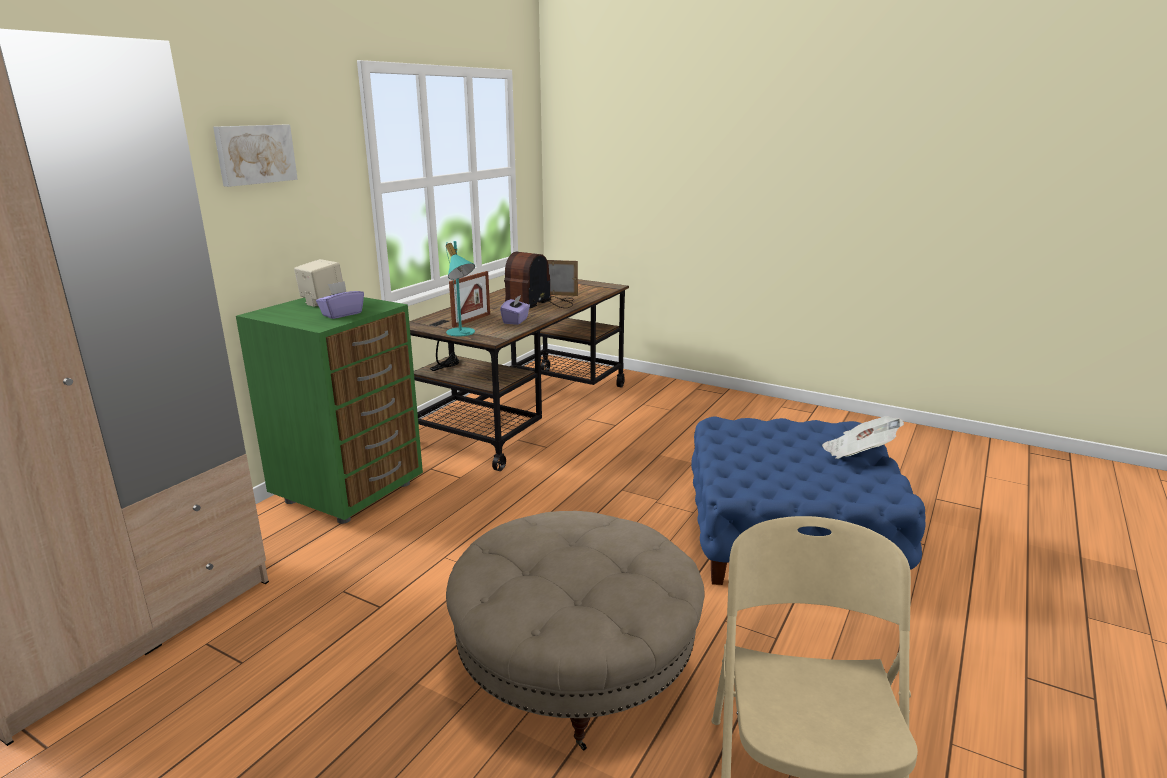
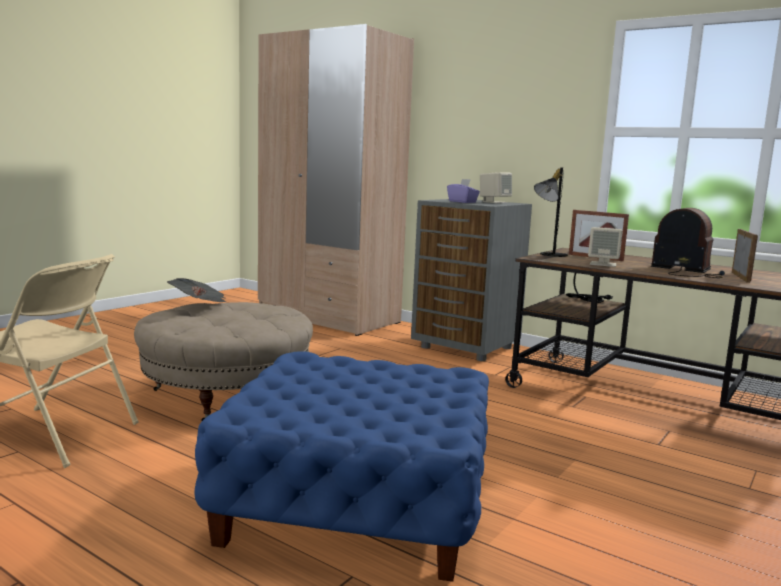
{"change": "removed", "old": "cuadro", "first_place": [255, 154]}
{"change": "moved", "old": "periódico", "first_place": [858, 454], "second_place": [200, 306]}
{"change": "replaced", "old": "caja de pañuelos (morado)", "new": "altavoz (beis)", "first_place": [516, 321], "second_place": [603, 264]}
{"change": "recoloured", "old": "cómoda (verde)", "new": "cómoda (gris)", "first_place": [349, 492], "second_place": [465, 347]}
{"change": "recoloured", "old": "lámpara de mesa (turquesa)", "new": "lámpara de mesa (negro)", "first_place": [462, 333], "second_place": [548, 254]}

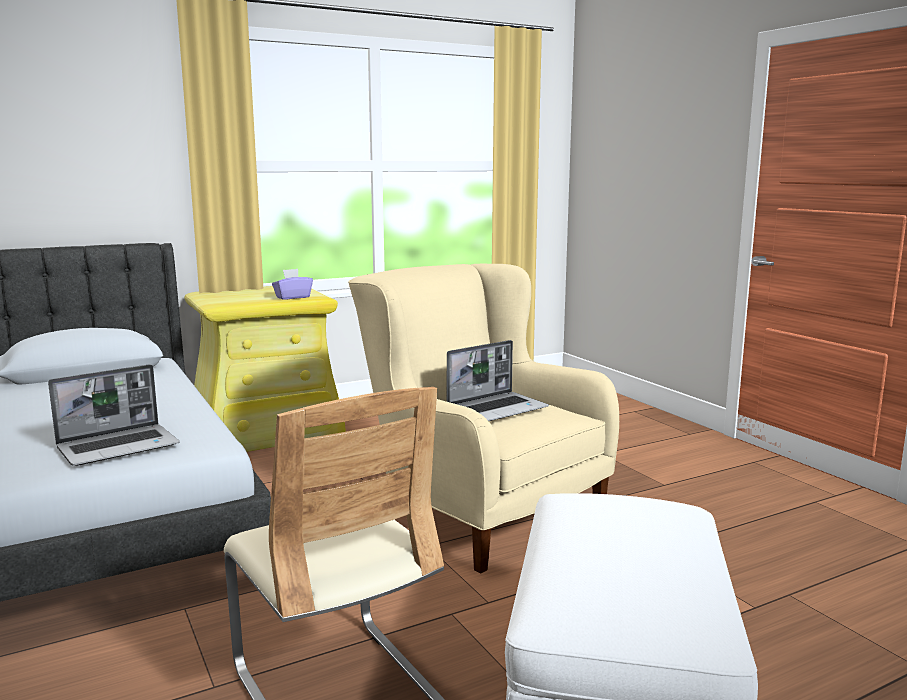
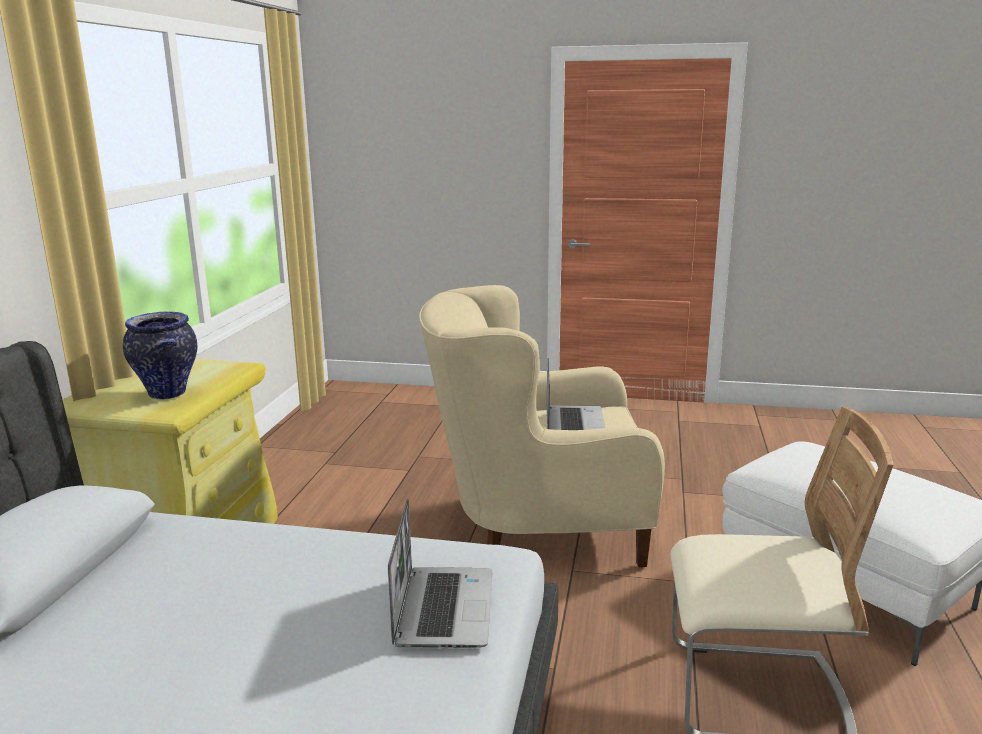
{"change": "removed", "old": "caja de pañuelos (morado)", "first_place": [292, 297]}
{"change": "added", "new": "florero", "second_place": [168, 394]}

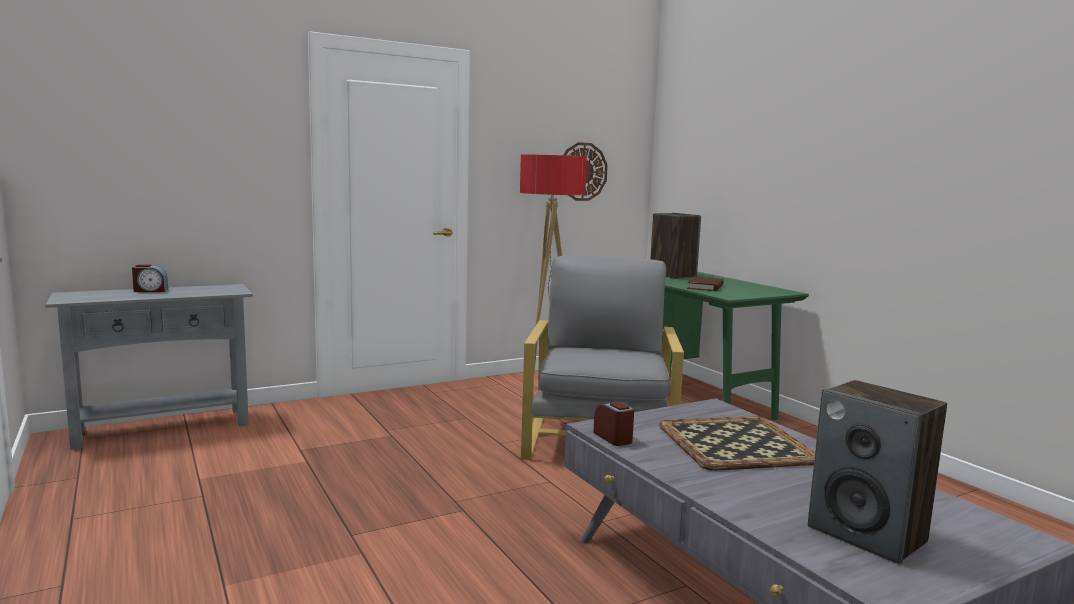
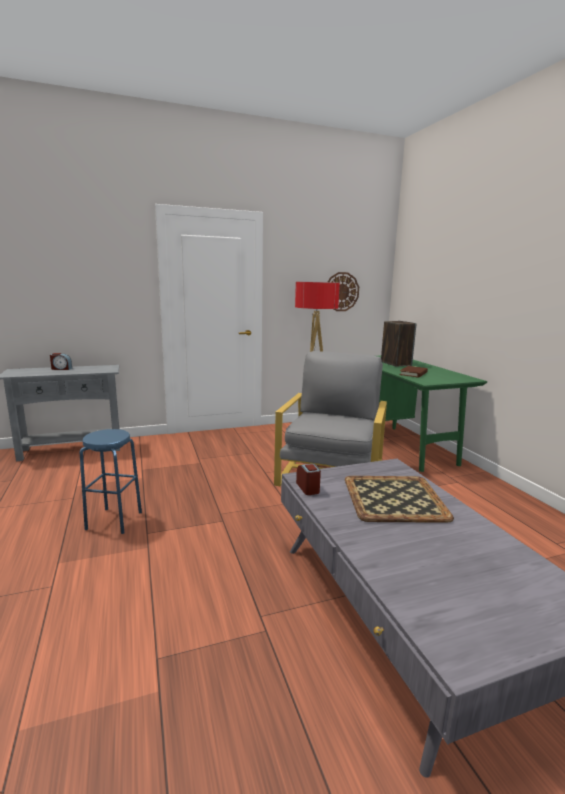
{"change": "removed", "old": "altavoz", "first_place": [868, 535]}
{"change": "added", "new": "taburete (azul)", "second_place": [114, 520]}

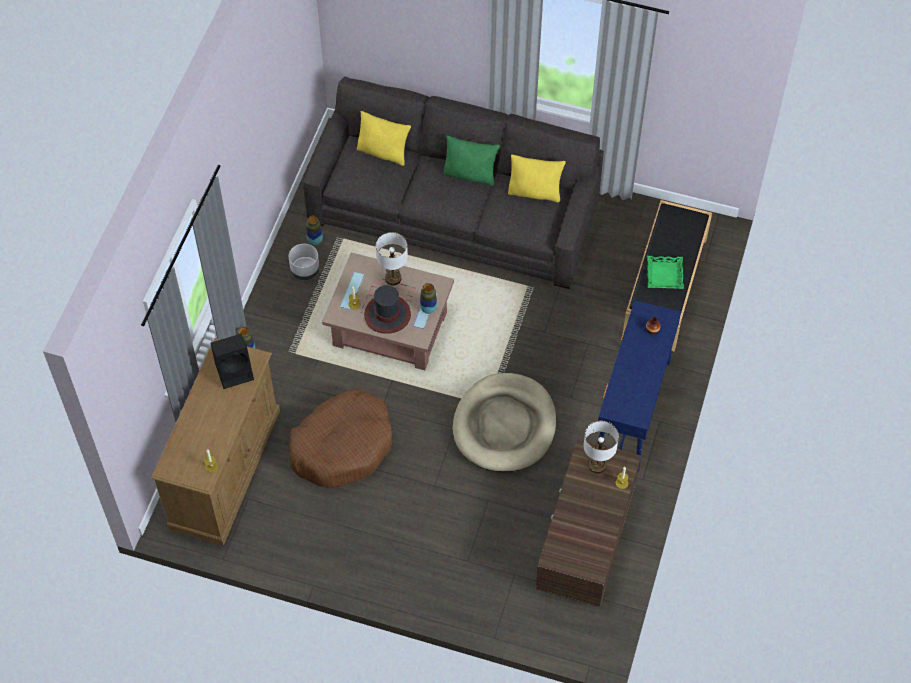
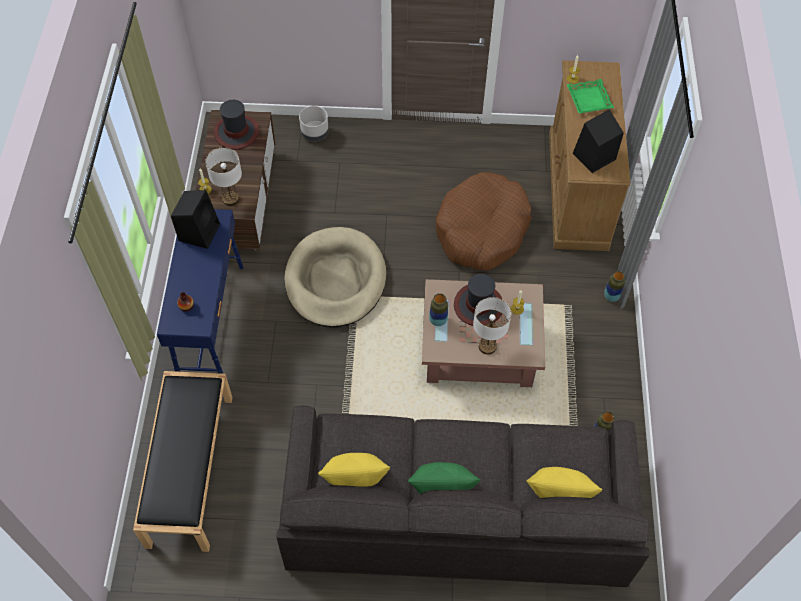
{"change": "added", "new": "altavoz (negro)", "second_place": [199, 231]}
{"change": "added", "new": "sombrero", "second_place": [236, 132]}
{"change": "moved", "old": "maceta (gris)", "first_place": [305, 270], "second_place": [315, 133]}
{"change": "moved", "old": "bandeja (verde)", "first_place": [664, 274], "second_place": [589, 99]}

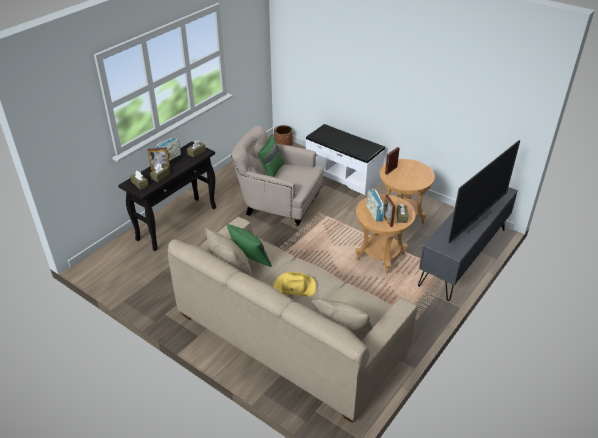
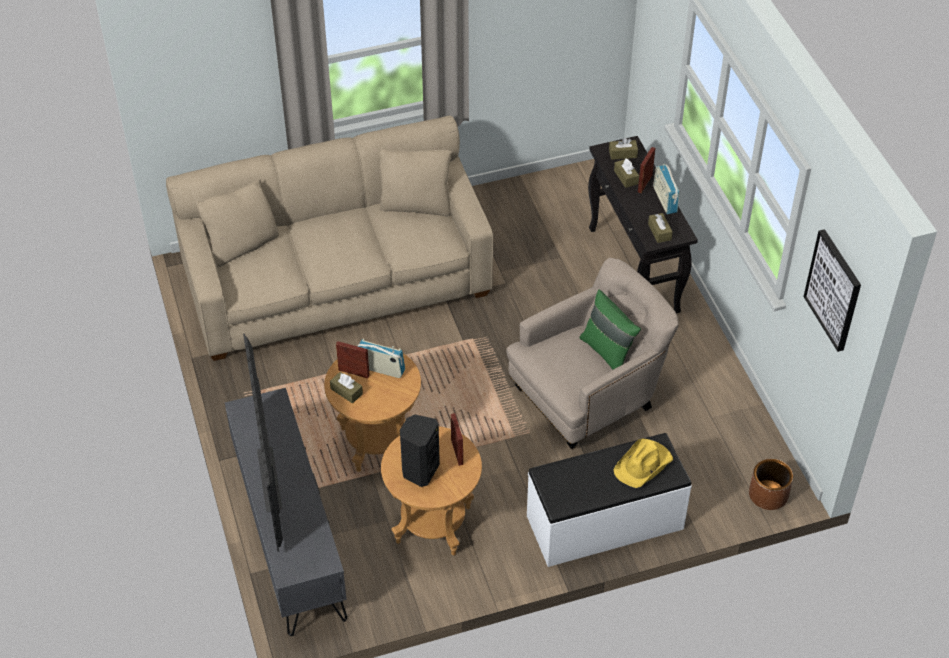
{"change": "removed", "old": "cojín (verde)", "first_place": [250, 261]}
{"change": "added", "new": "altavoz (negro)", "second_place": [419, 470]}
{"change": "added", "new": "cuadro", "second_place": [834, 290]}
{"change": "moved", "old": "sombrero (amarillo)", "first_place": [294, 287], "second_place": [643, 465]}

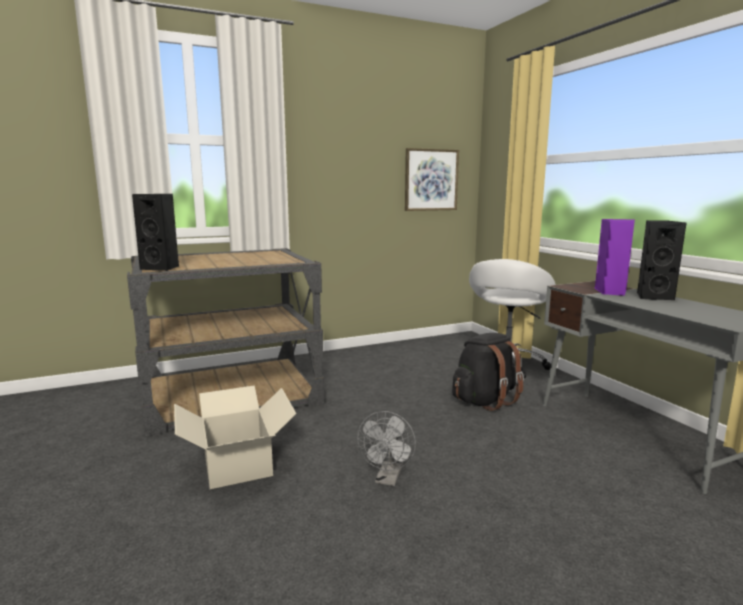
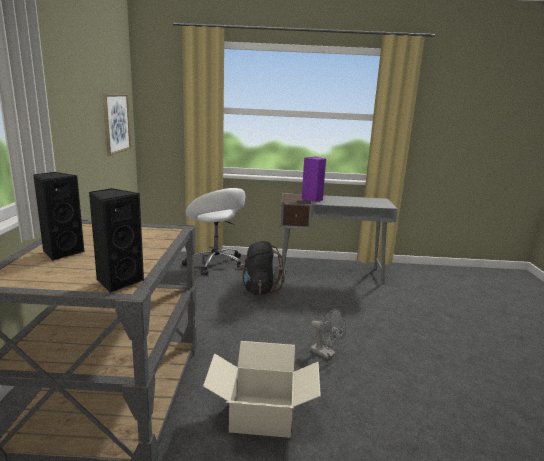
{"change": "moved", "old": "altavoz (negro)", "first_place": [653, 296], "second_place": [62, 252]}

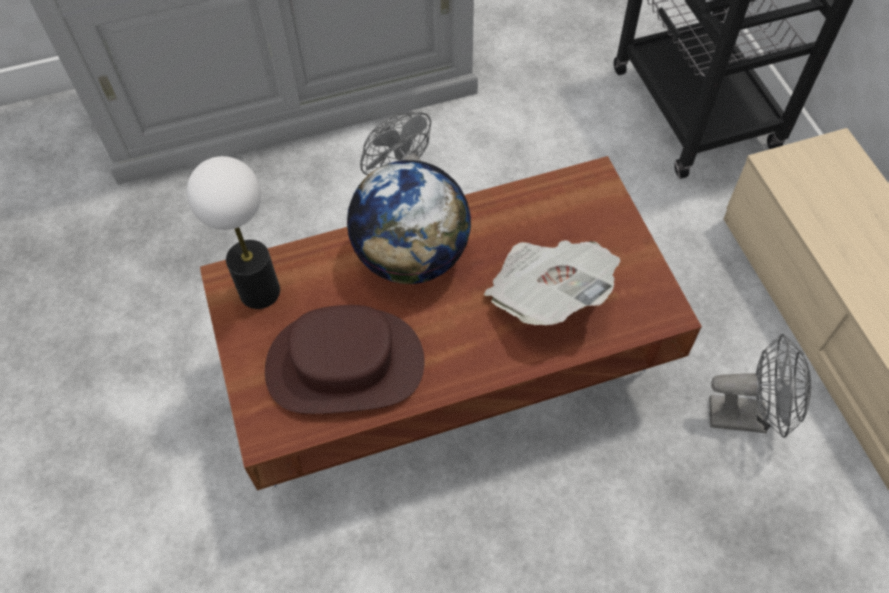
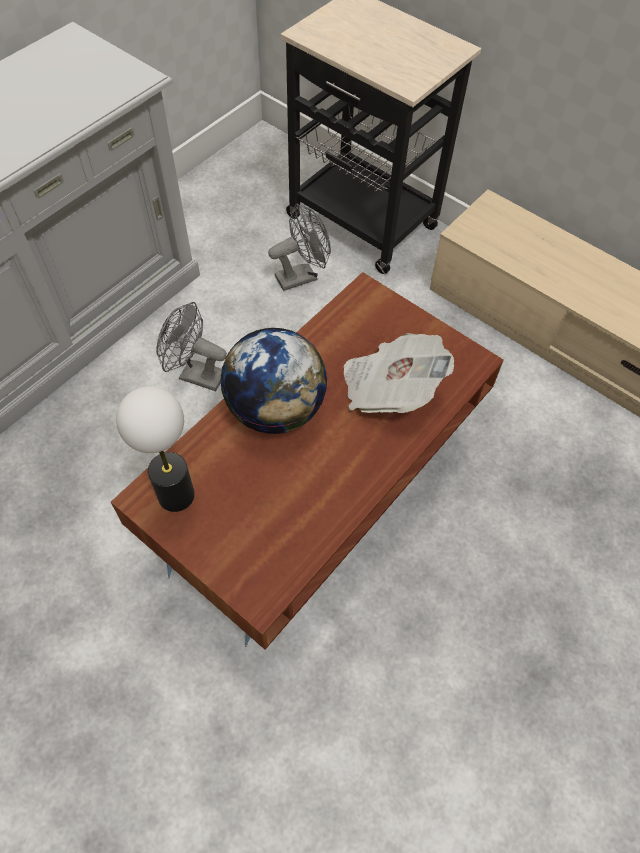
{"change": "removed", "old": "sombrero (marrón)", "first_place": [345, 365]}
{"change": "moved", "old": "ventilador (gris)", "first_place": [747, 416], "second_place": [302, 276]}

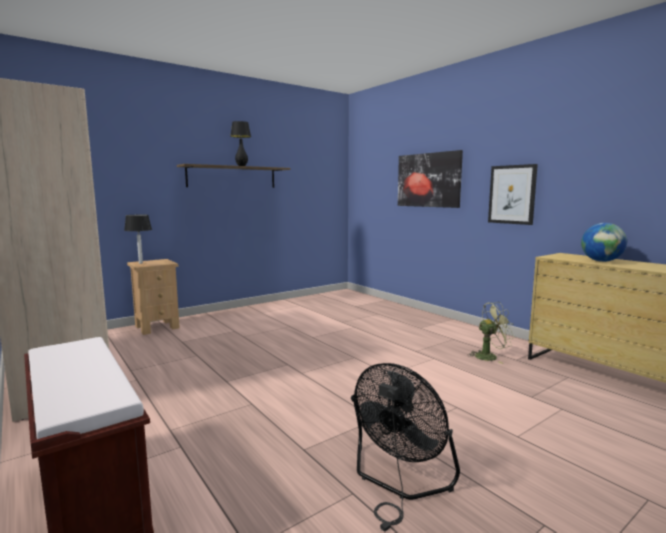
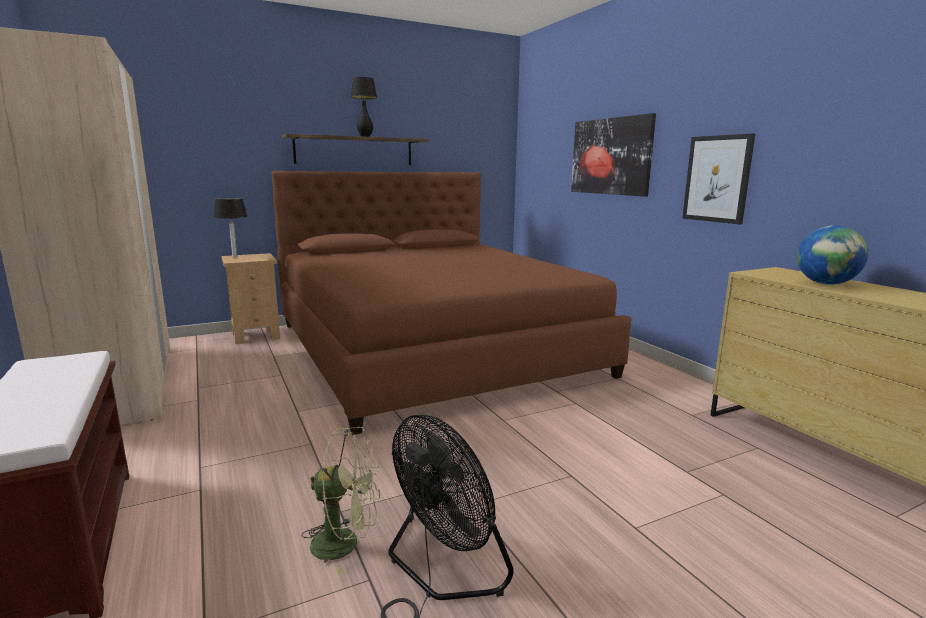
{"change": "added", "new": "cama (marrón)", "second_place": [432, 348]}
{"change": "moved", "old": "ventilador (verde)", "first_place": [490, 356], "second_place": [346, 543]}

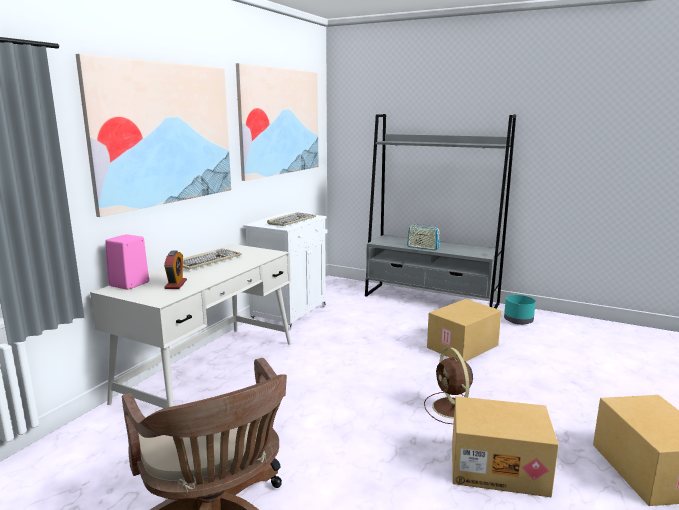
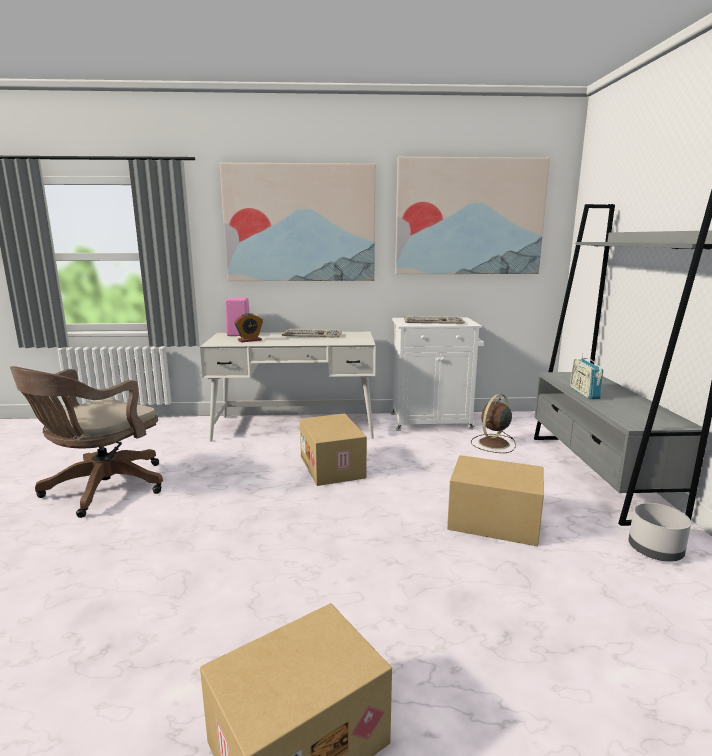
{"change": "moved", "old": "ventilador (marrón)", "first_place": [452, 409], "second_place": [493, 443]}
{"change": "moved", "old": "caja de cartón", "first_place": [498, 467], "second_place": [333, 467]}
{"change": "recoloured", "old": "maceta (turquesa)", "new": "maceta (gris)", "first_place": [518, 321], "second_place": [655, 550]}

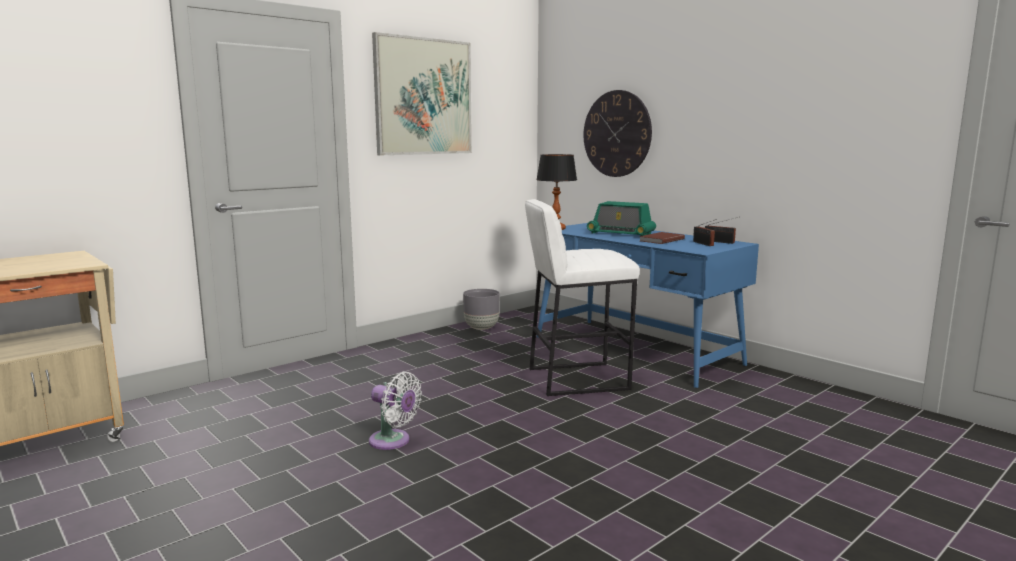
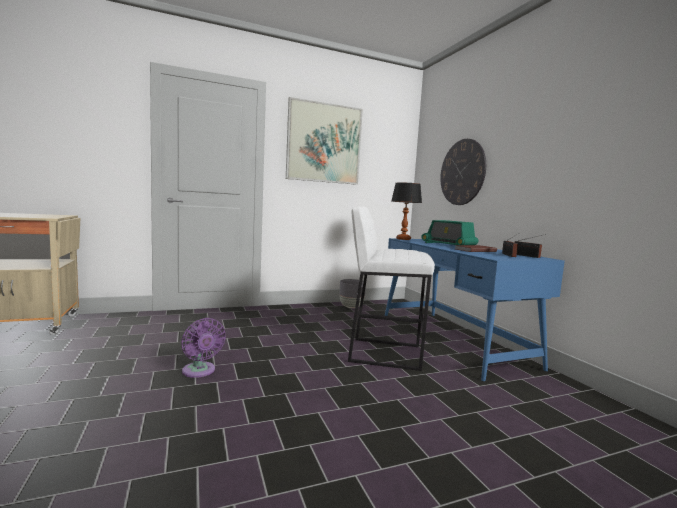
{"change": "recoloured", "old": "ventilador (blanco)", "new": "ventilador (morado)", "first_place": [393, 441], "second_place": [200, 371]}

